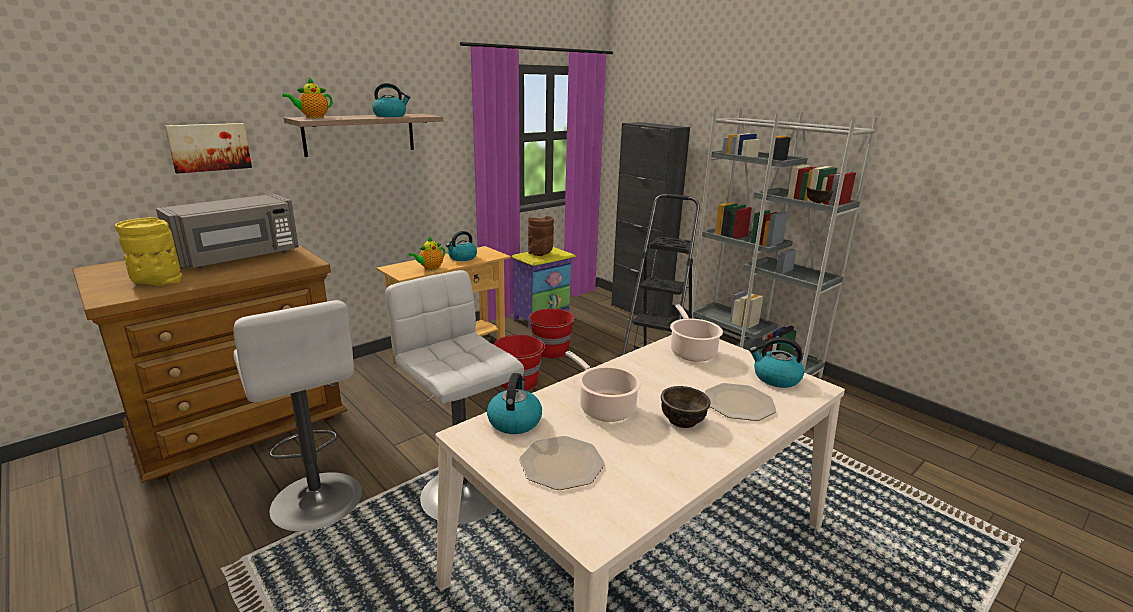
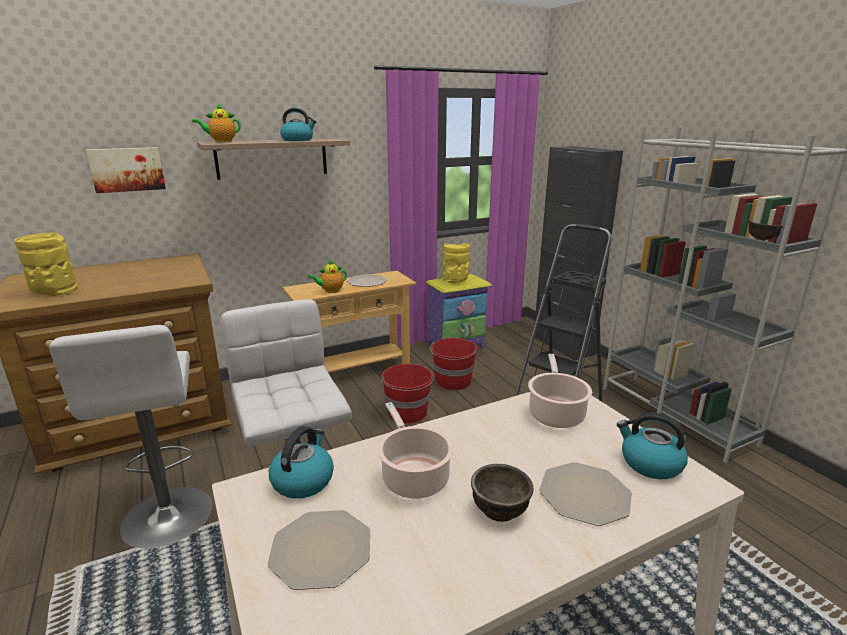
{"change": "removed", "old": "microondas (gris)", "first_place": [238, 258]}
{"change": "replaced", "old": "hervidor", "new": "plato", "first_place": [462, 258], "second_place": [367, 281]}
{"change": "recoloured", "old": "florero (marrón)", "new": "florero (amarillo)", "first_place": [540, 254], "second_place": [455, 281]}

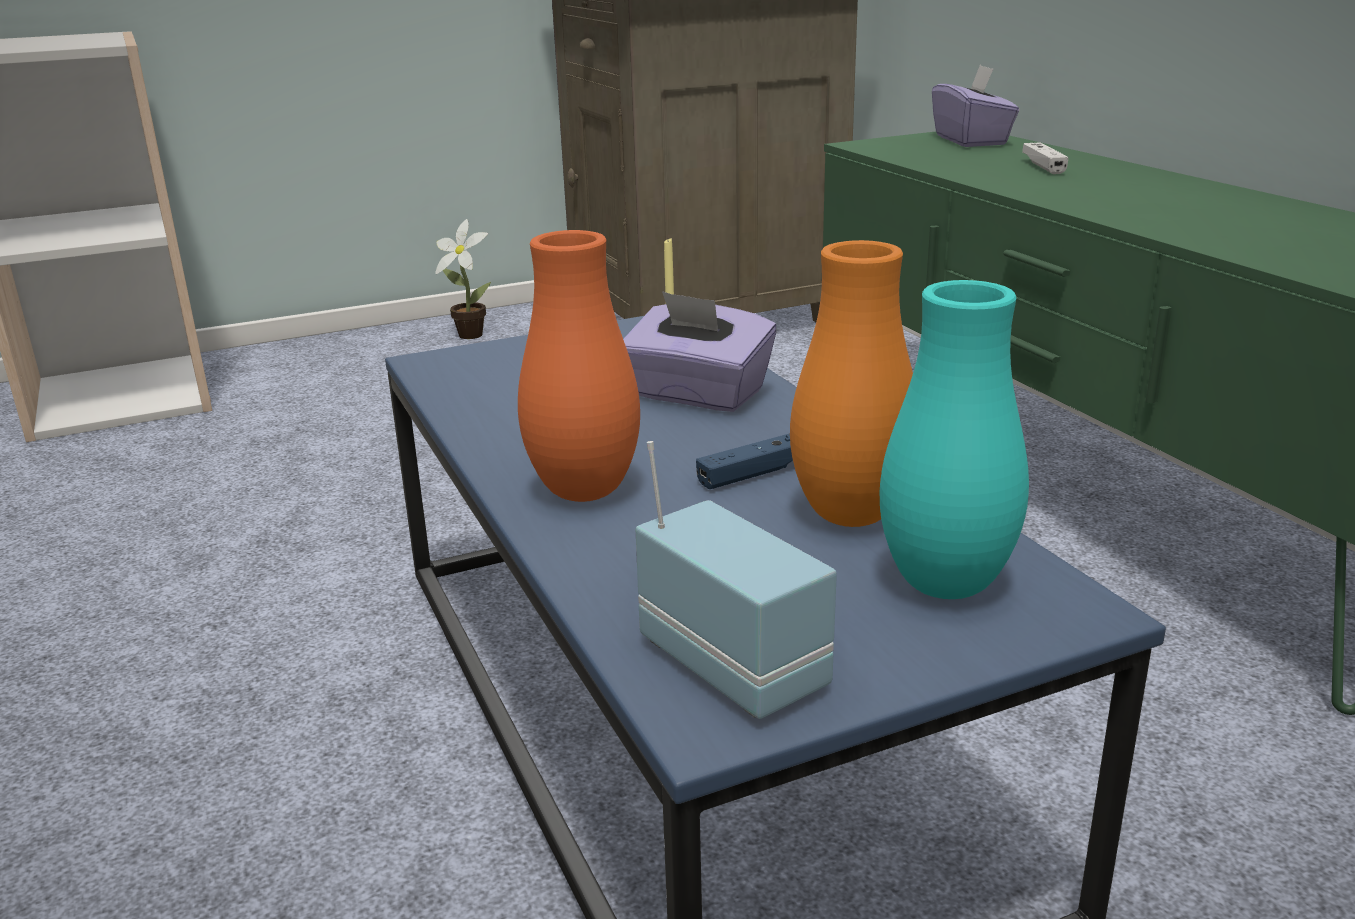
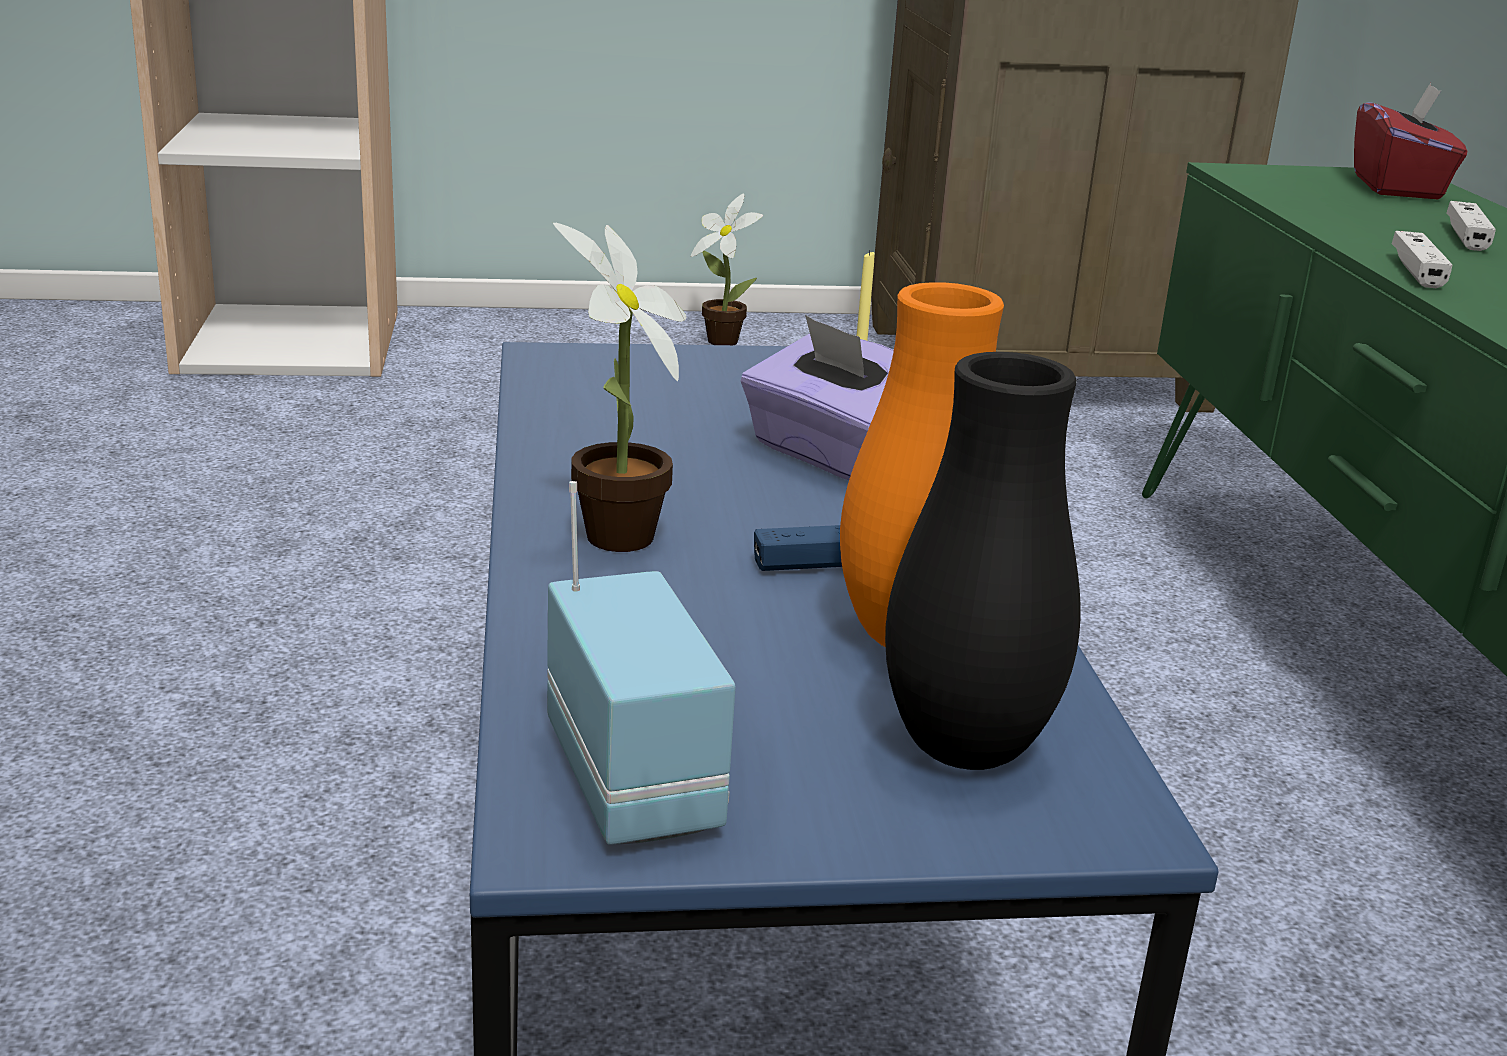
{"change": "added", "new": "mando de consola (blanco)", "second_place": [1416, 272]}
{"change": "replaced", "old": "florero (naranja)", "new": "planta en maceta", "first_place": [584, 491], "second_place": [613, 542]}
{"change": "recoloured", "old": "florero (turquesa)", "new": "florero (negro)", "first_place": [945, 585], "second_place": [965, 749]}
{"change": "recoloured", "old": "caja de pañuelos (morado)", "new": "caja de pañuelos (rojo)", "first_place": [971, 140], "second_place": [1398, 187]}

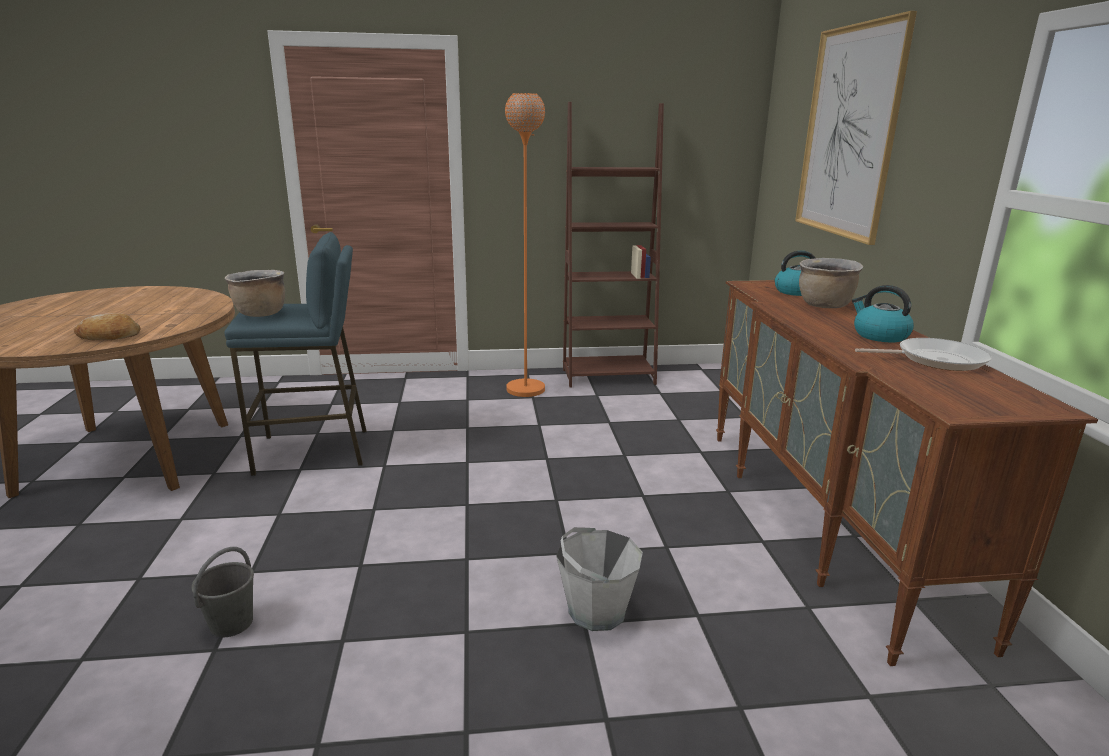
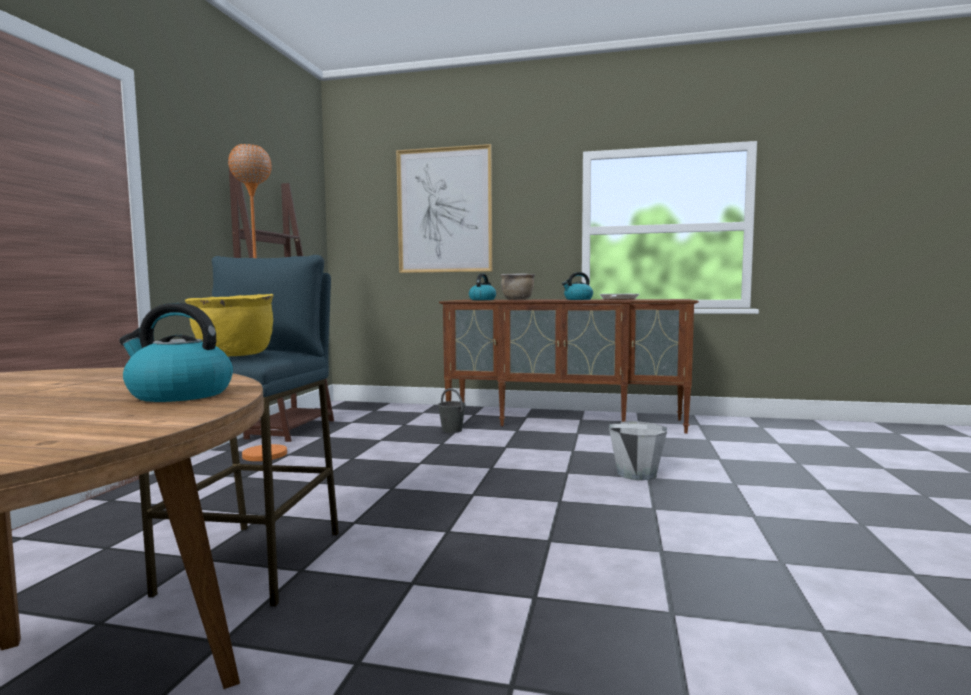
{"change": "moved", "old": "cubo (gris)", "first_place": [232, 623], "second_place": [451, 430]}
{"change": "replaced", "old": "pan", "new": "hervidor", "first_place": [109, 336], "second_place": [178, 394]}
{"change": "recoloured", "old": "olla (marrón)", "new": "olla (amarillo)", "first_place": [260, 314], "second_place": [234, 355]}

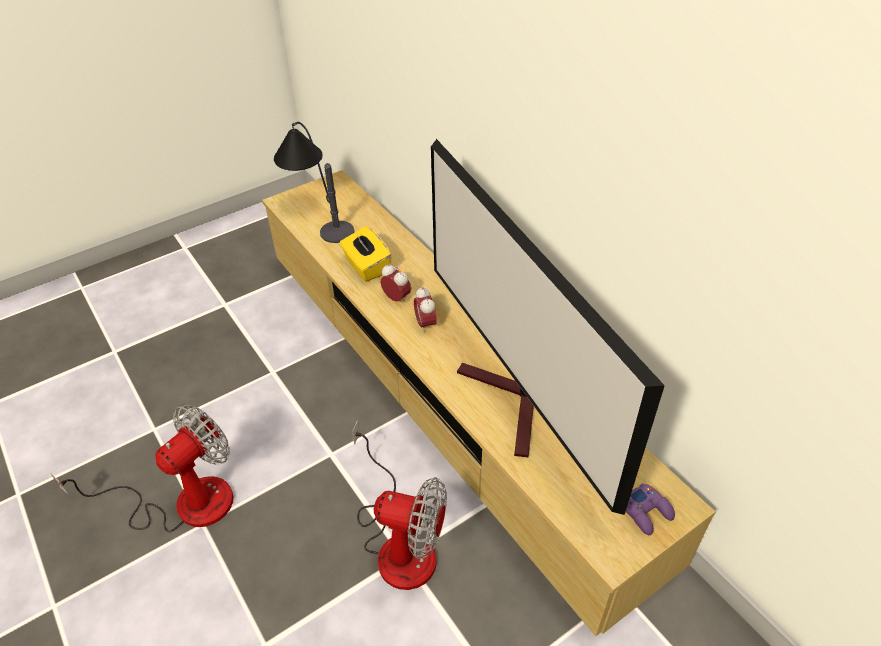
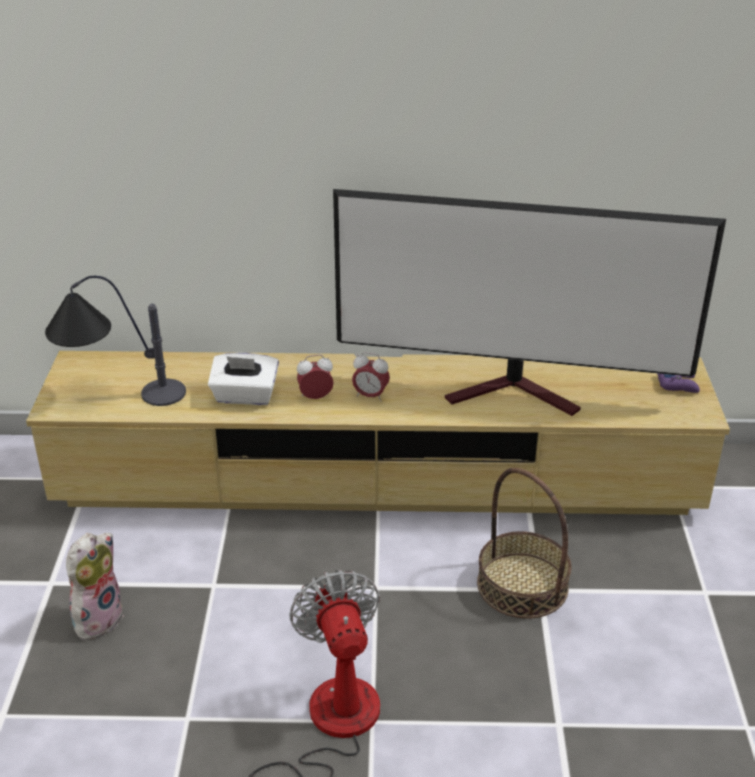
{"change": "added", "new": "peluche", "second_place": [97, 617]}
{"change": "replaced", "old": "ventilador", "new": "cesta", "first_place": [399, 542], "second_place": [522, 585]}
{"change": "recoloured", "old": "caja de pañuelos (amarillo)", "new": "caja de pañuelos (blanco)", "first_place": [366, 267], "second_place": [245, 396]}

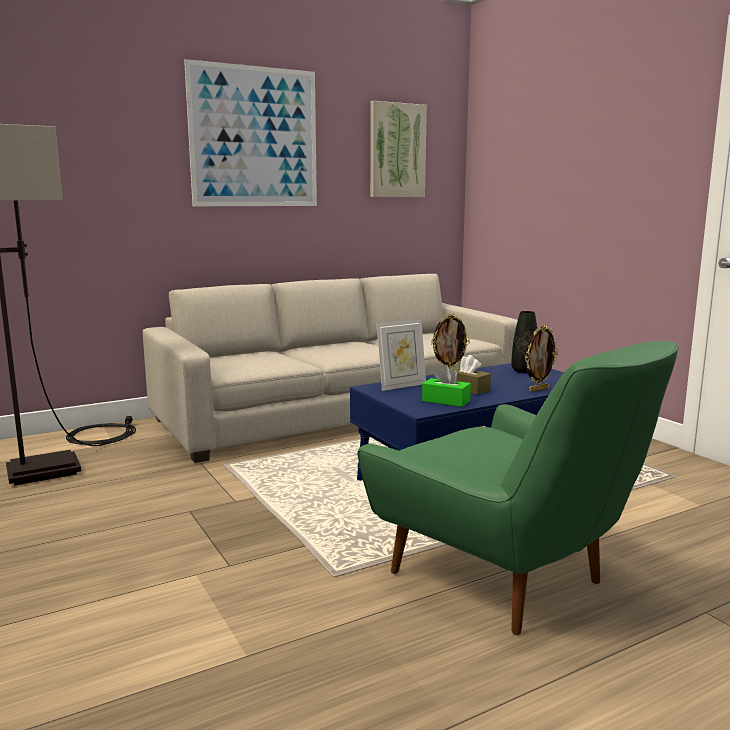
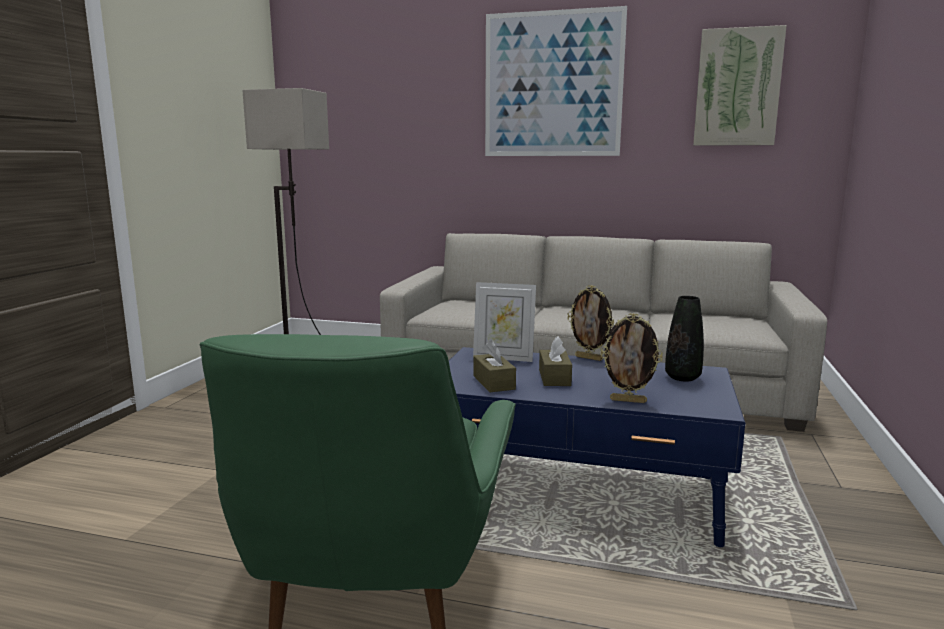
{"change": "recoloured", "old": "caja de pañuelos (verde)", "new": "caja de pañuelos (marrón)", "first_place": [446, 401], "second_place": [494, 382]}

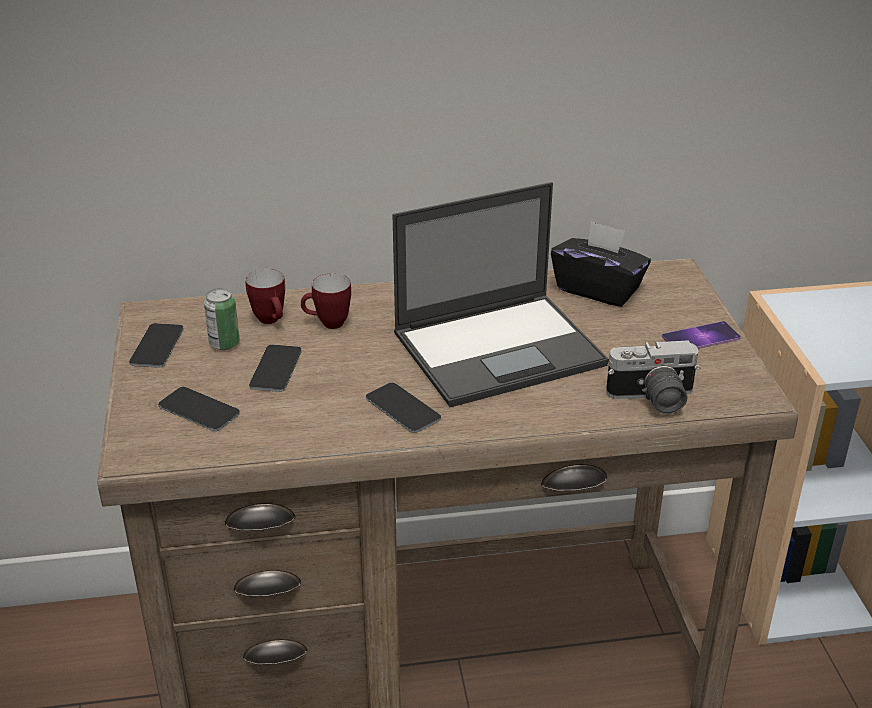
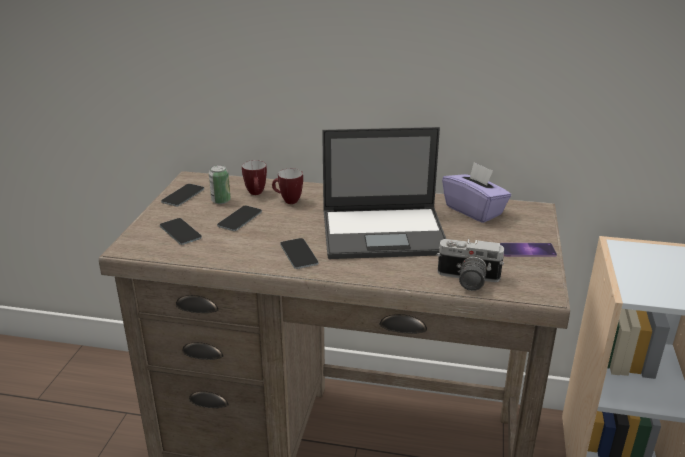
{"change": "recoloured", "old": "caja de pañuelos (negro)", "new": "caja de pañuelos (morado)", "first_place": [598, 289], "second_place": [474, 210]}

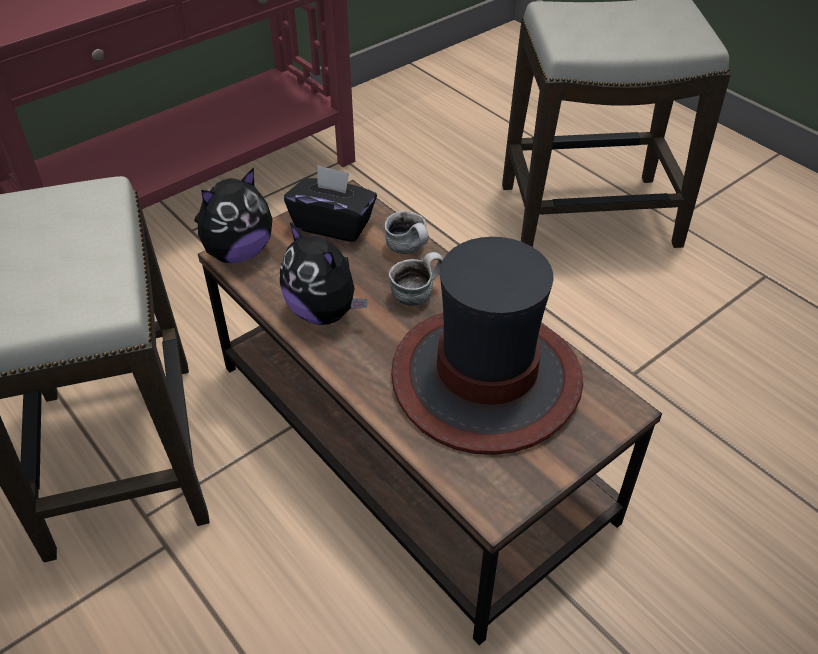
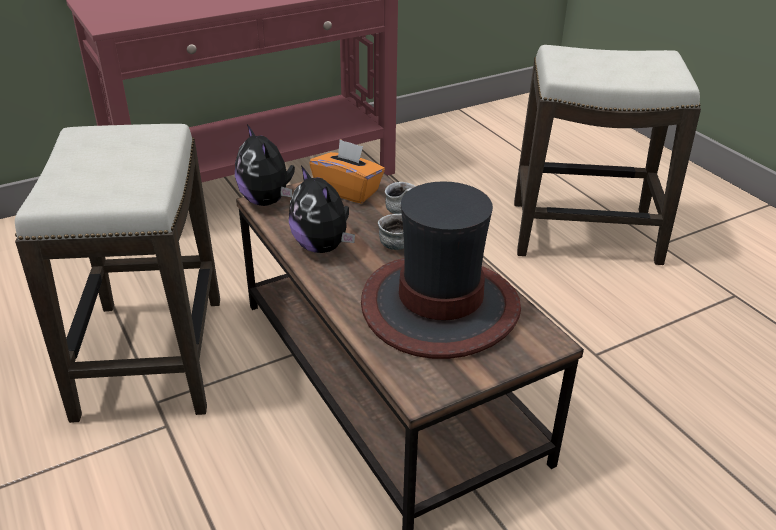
{"change": "recoloured", "old": "caja de pañuelos (negro)", "new": "caja de pañuelos (naranja)", "first_place": [333, 224], "second_place": [348, 190]}
{"change": "turned", "old": "peluche", "first_place": [238, 252], "second_place": [267, 201], "degrees": 90}

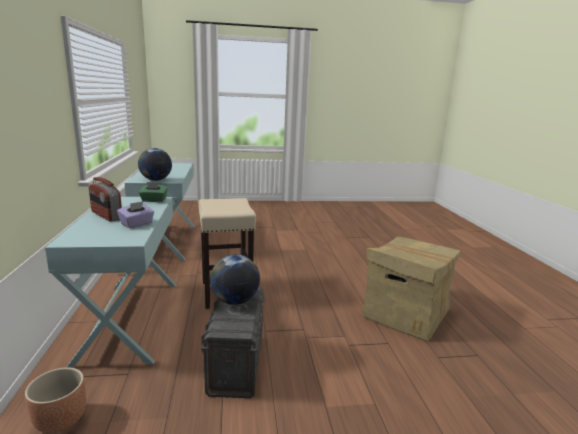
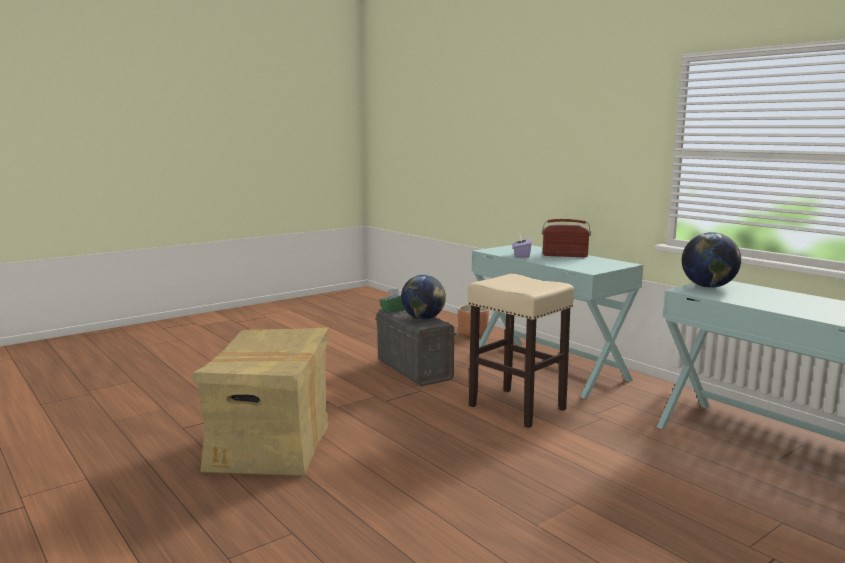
{"change": "moved", "old": "caja de pañuelos (verde)", "first_place": [154, 200], "second_place": [394, 310]}

